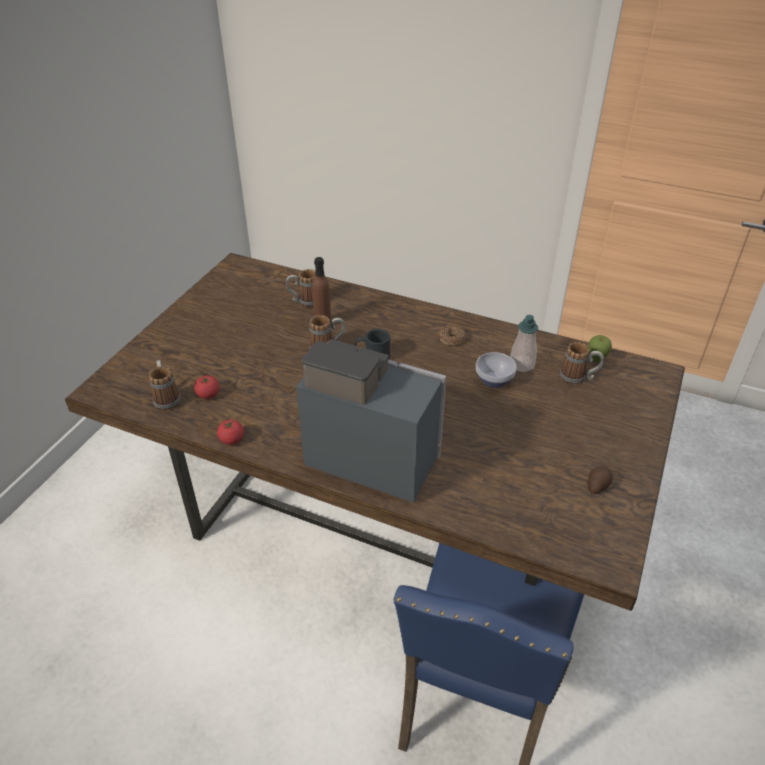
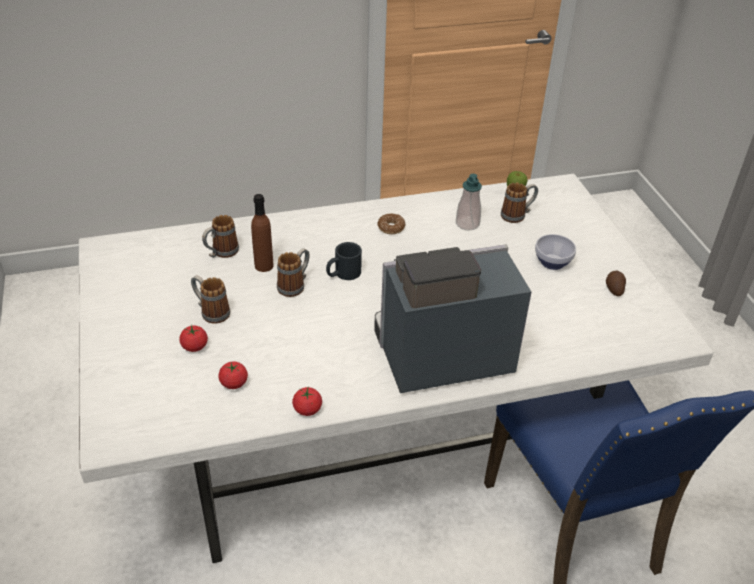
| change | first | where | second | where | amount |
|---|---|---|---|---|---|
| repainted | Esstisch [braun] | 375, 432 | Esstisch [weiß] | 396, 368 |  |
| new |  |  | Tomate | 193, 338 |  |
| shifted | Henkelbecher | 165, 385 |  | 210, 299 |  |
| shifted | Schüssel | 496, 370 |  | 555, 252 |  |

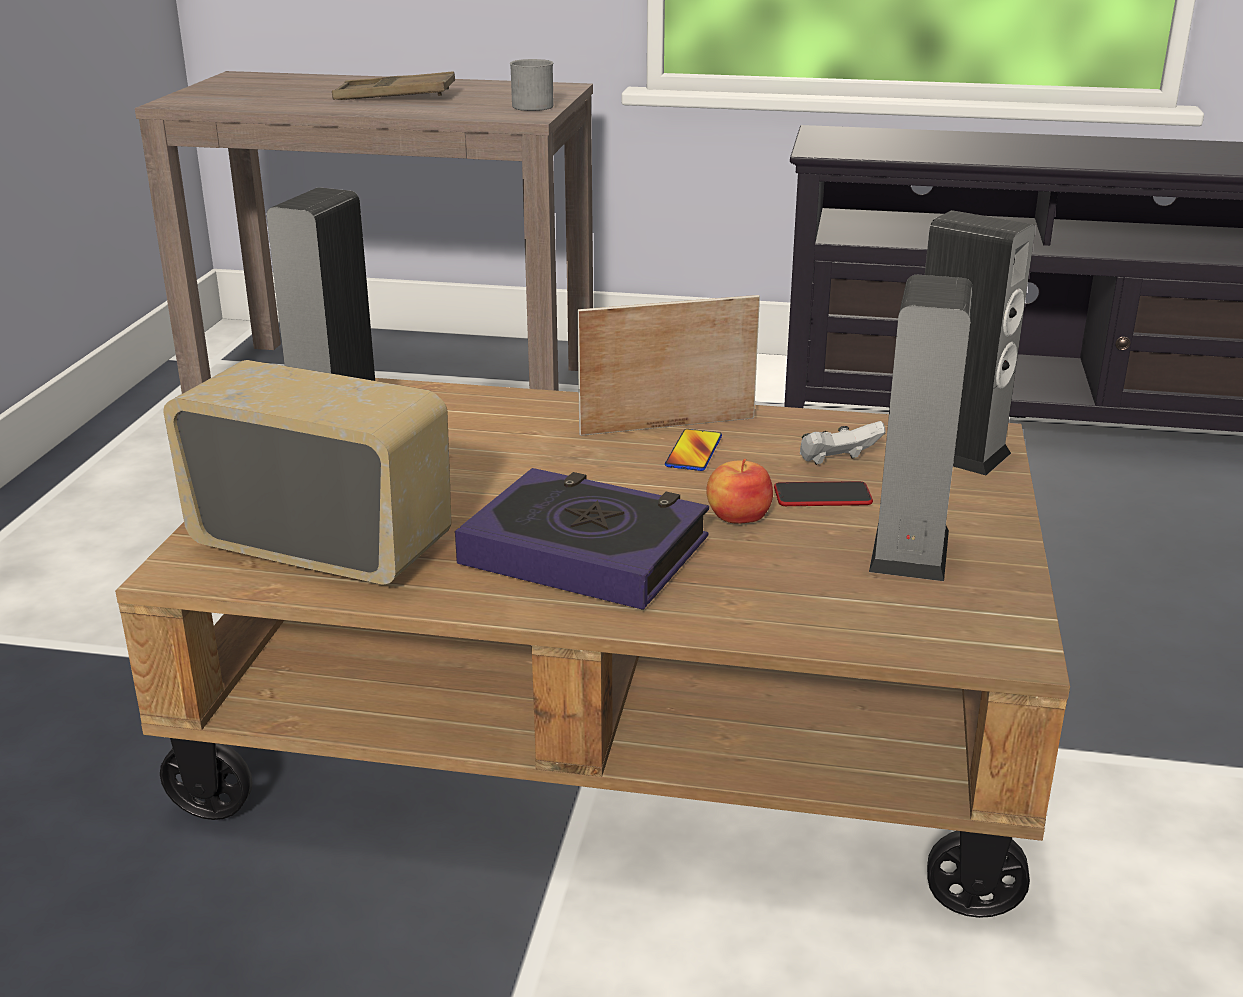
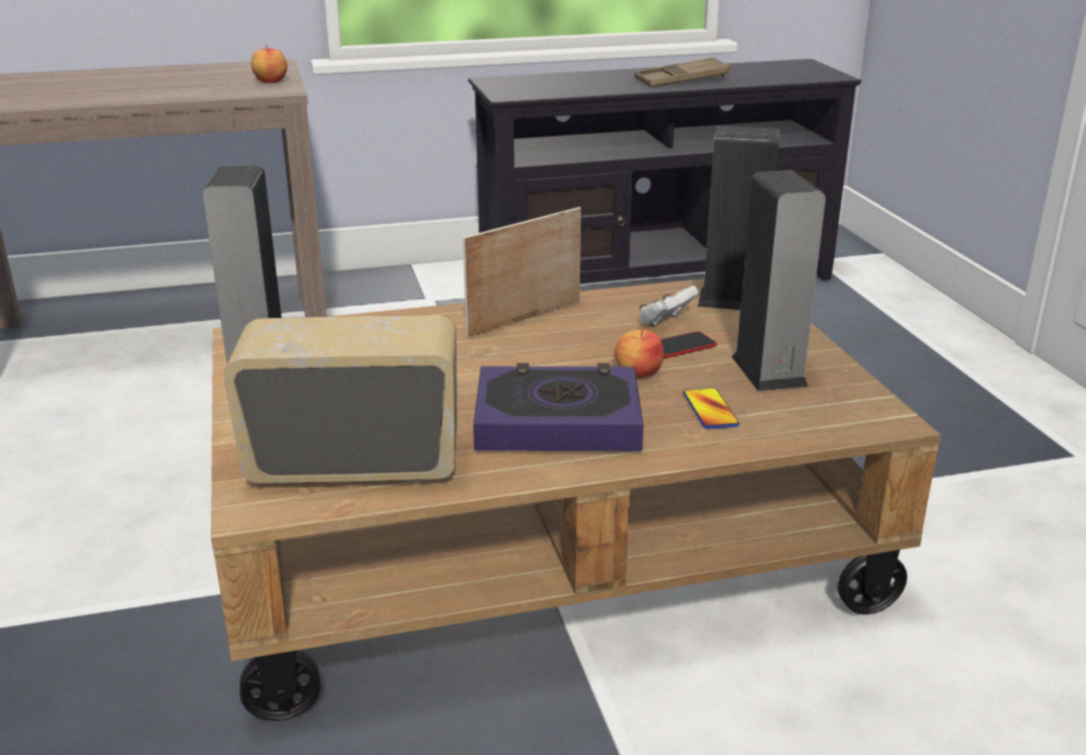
| change | first | where | second | where | amount |
|---|---|---|---|---|---|
| swapped | Henkelbecher [grau] | 532, 85 | Apfel | 269, 63 |  |
| shifted | Tablett [braun] | 393, 85 |  | 683, 72 |  |
| shifted | Handy | 693, 450 |  | 711, 408 |  |

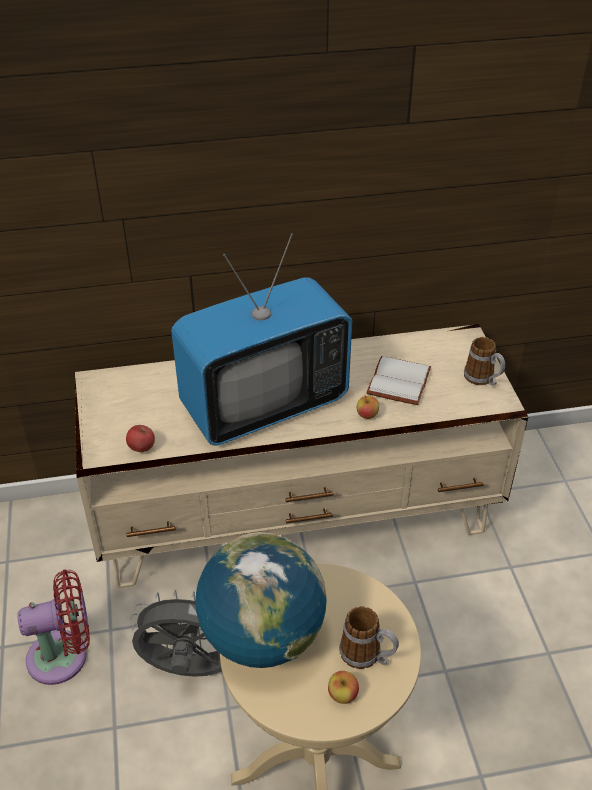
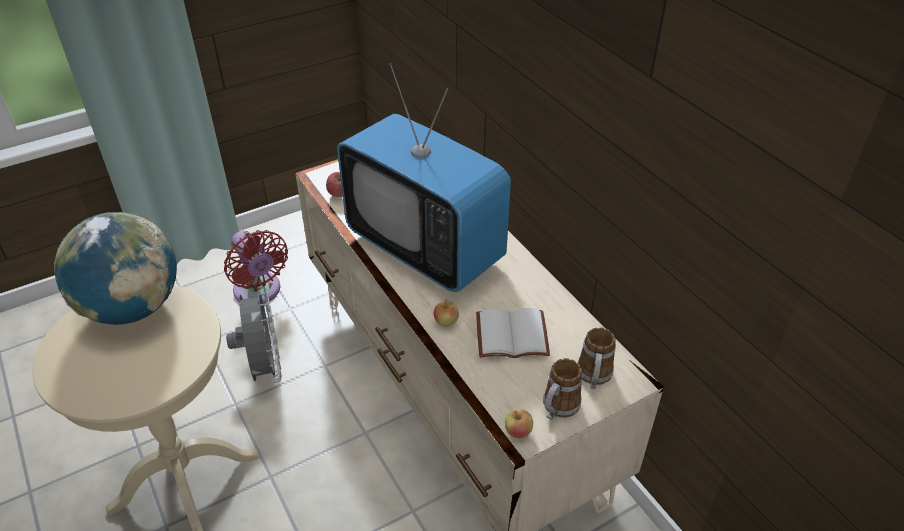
| change | first | where | second | where | amount |
|---|---|---|---|---|---|
| shifted | Apfel | 343, 687 |  | 519, 423 |  |
| shifted | Henkelbecher | 369, 637 |  | 597, 358 |  |

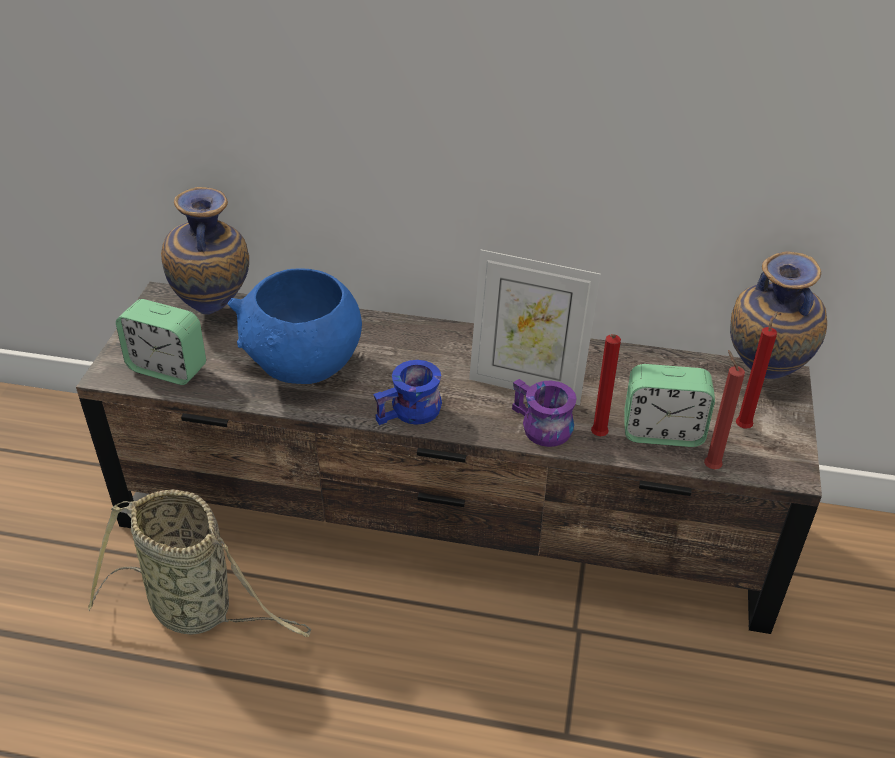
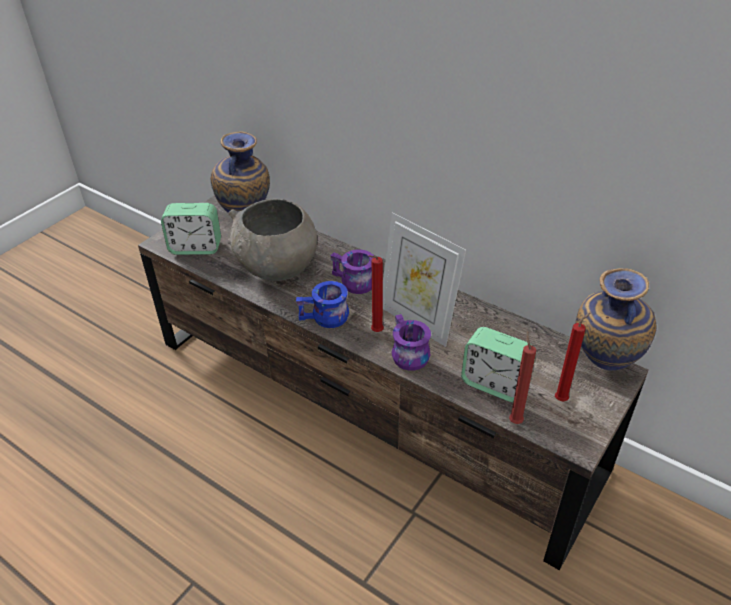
| change | first | where | second | where | amount |
|---|---|---|---|---|---|
| rotated | Wecker | 161, 342 |  | 191, 229 | 45 degrees counterclockwise |
| repainted | Schüssel [blau] | 294, 326 | Schüssel [grau] | 272, 240 |  |
| new |  |  | Henkelbecher [lila] | 352, 271 |  |
| shifted | Kerze [rot] | 606, 385 |  | 376, 293 |  |
| gone | Korb | 199, 563 |  |  |  |

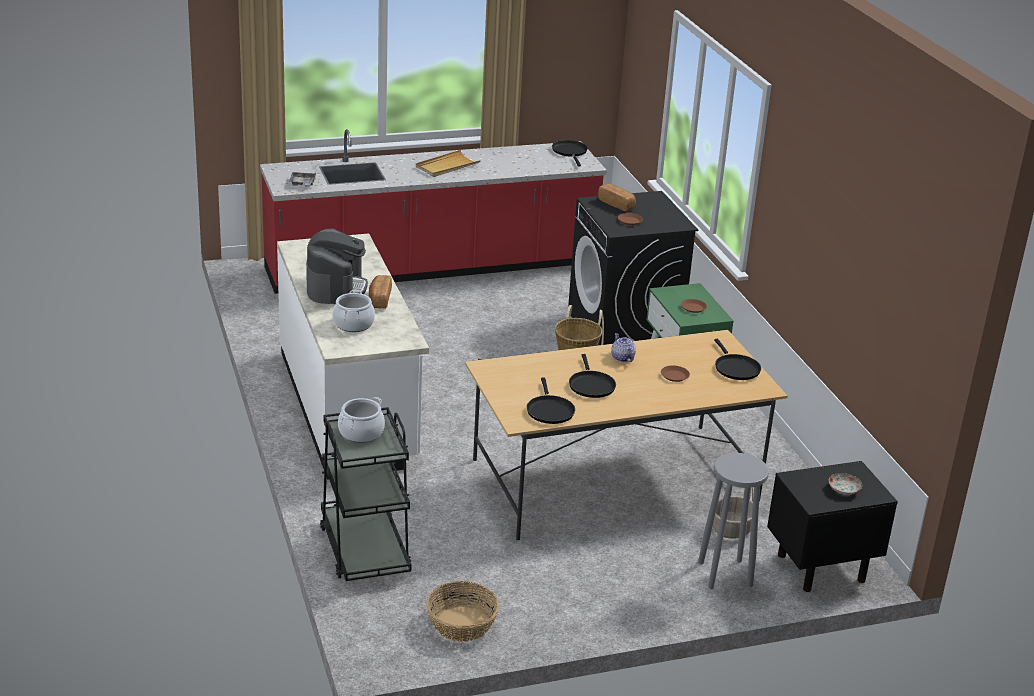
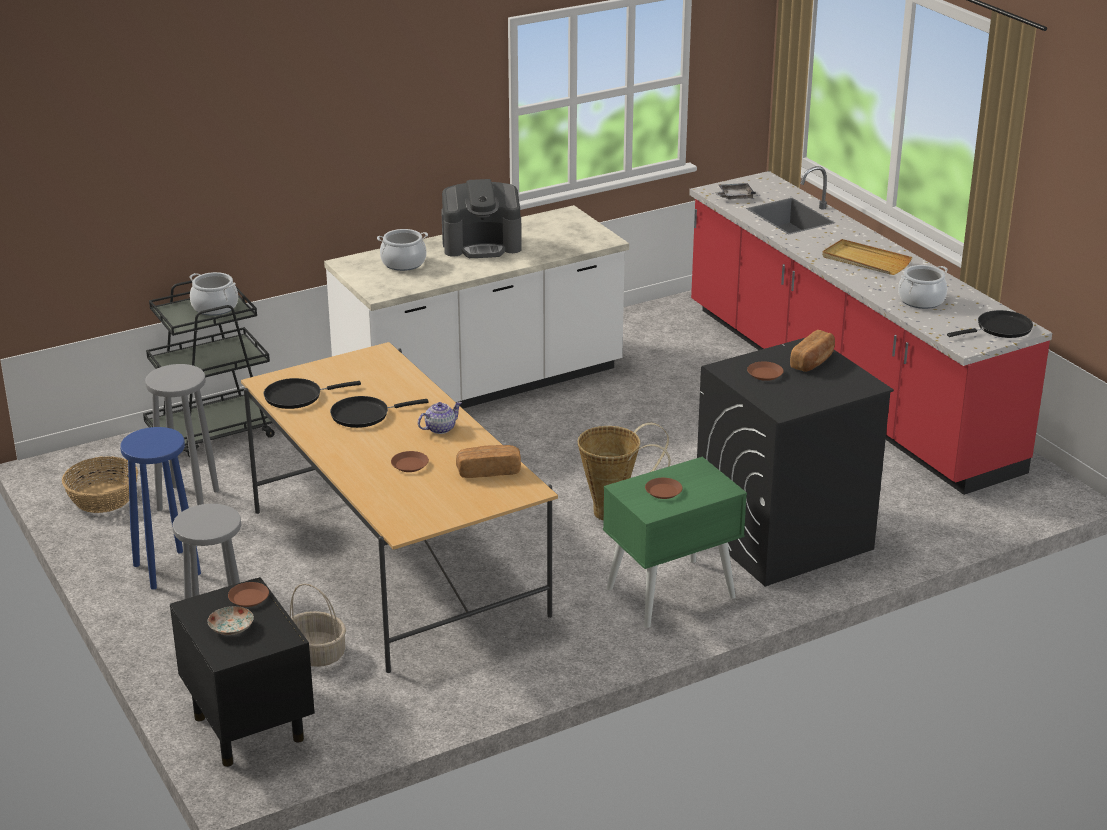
| change | first | where | second | where | amount |
|---|---|---|---|---|---|
| new |  |  | Hocker [blau] | 160, 508 |  |
| new |  |  | Hocker [grau] | 182, 437 |  |
| new |  |  | Teller [braun] | 248, 594 |  |
| shifted | Brot | 380, 292 |  | 488, 461 |  |
| new |  |  | Kochtopf | 923, 287 |  |
| gone | Pfanne [schwarz] | 737, 359 |  |  |  |

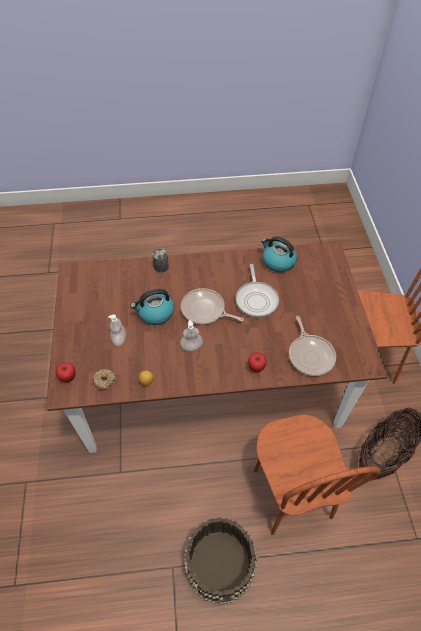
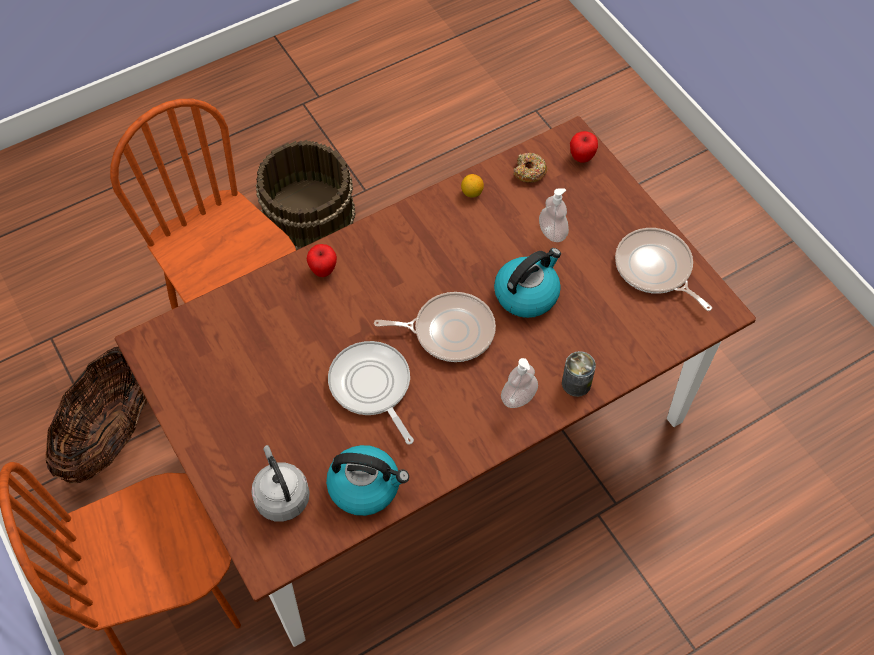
| change | first | where | second | where | amount |
|---|---|---|---|---|---|
| new |  |  | Wasserkessel [grau] | 280, 483 |  |
| shifted | Seifenspender | 191, 335 |  | 519, 383 |  |
| shifted | Pfanne | 312, 346 |  | 663, 269 |  |

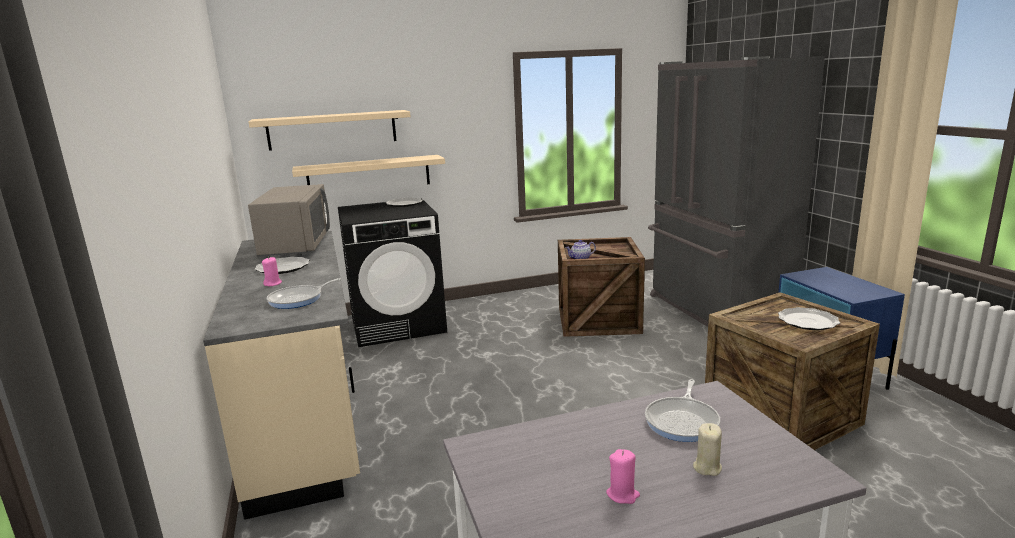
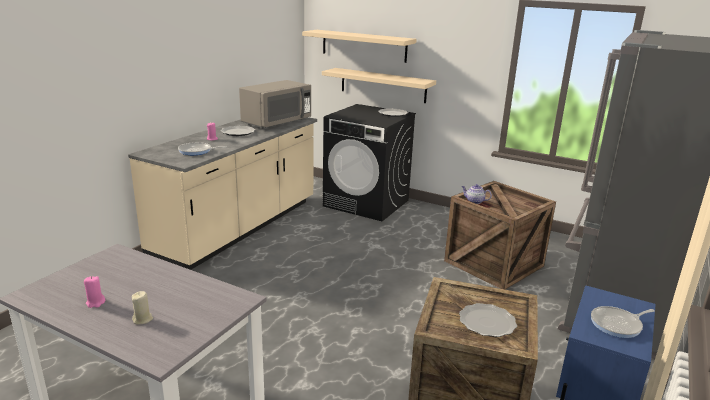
| change | first | where | second | where | amount |
|---|---|---|---|---|---|
| shifted | Pfanne | 682, 410 |  | 623, 322 |  |

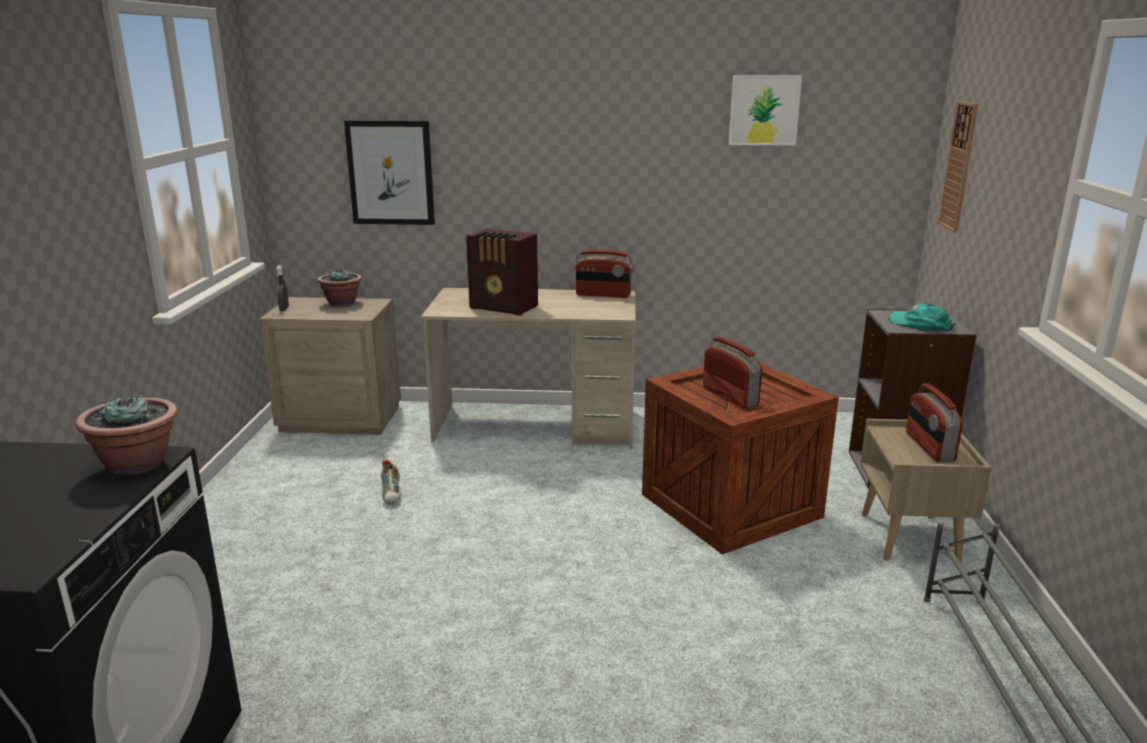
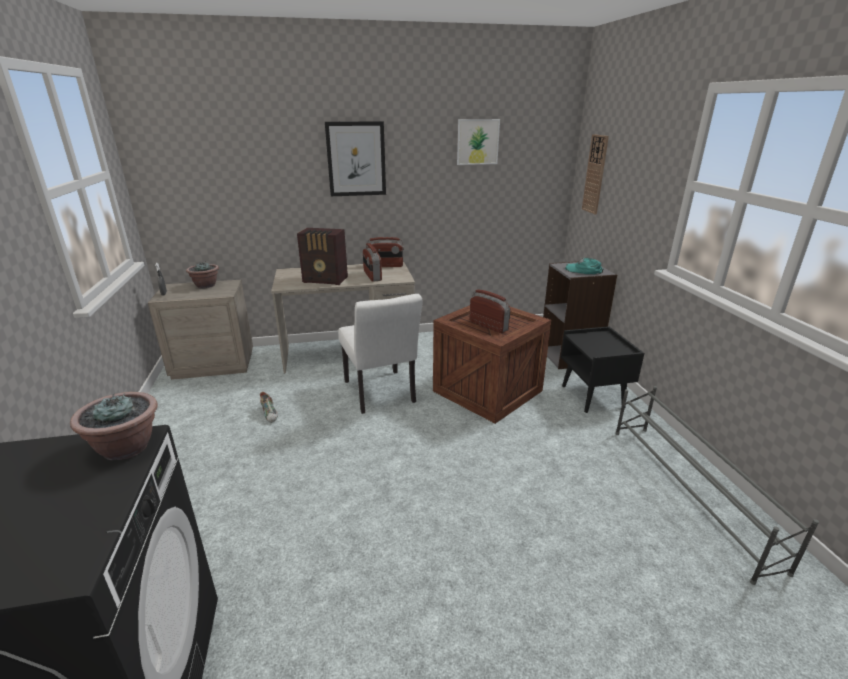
| change | first | where | second | where | amount |
|---|---|---|---|---|---|
| shifted | Bild | 389, 172 |  | 355, 158 |  |
| new |  |  | Stuhl [weiß] | 380, 354 |  |
| shifted | Radio | 934, 422 |  | 372, 262 |  |
| repainted | Nachttisch [beige] | 925, 491 | Nachttisch [schwarz] | 602, 369 |  |

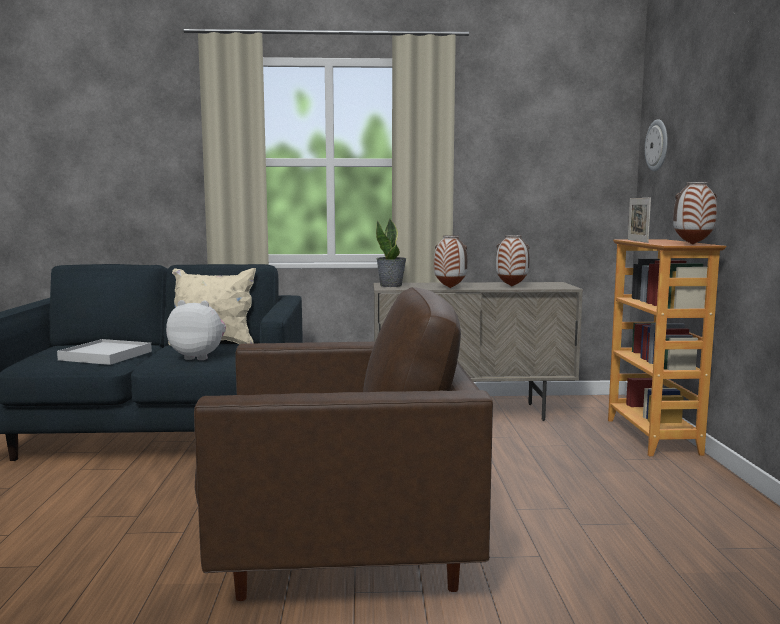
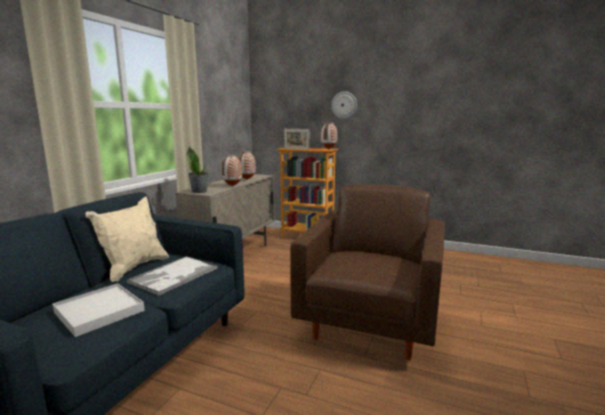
| change | first | where | second | where | amount |
|---|---|---|---|---|---|
| swapped | Plüschtier | 196, 330 | Tablett | 172, 276 |  |
| shifted | Wanduhr | 656, 145 |  | 344, 105 |  |

